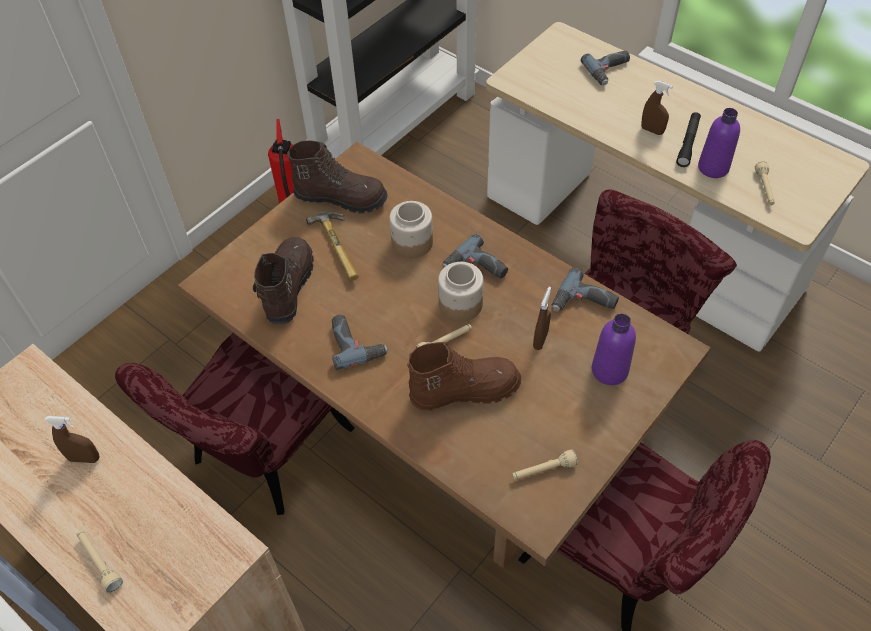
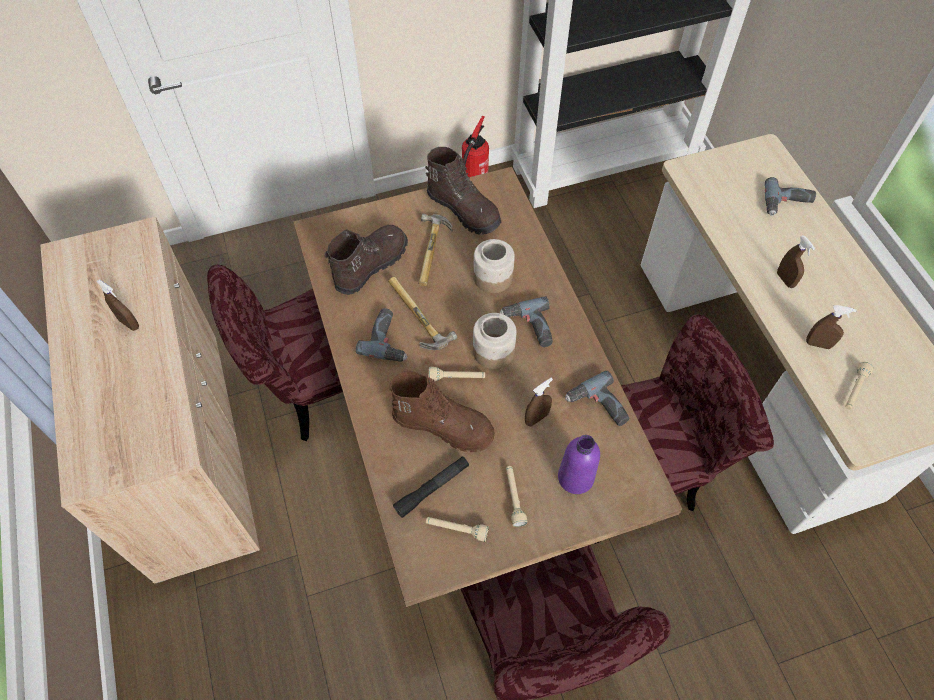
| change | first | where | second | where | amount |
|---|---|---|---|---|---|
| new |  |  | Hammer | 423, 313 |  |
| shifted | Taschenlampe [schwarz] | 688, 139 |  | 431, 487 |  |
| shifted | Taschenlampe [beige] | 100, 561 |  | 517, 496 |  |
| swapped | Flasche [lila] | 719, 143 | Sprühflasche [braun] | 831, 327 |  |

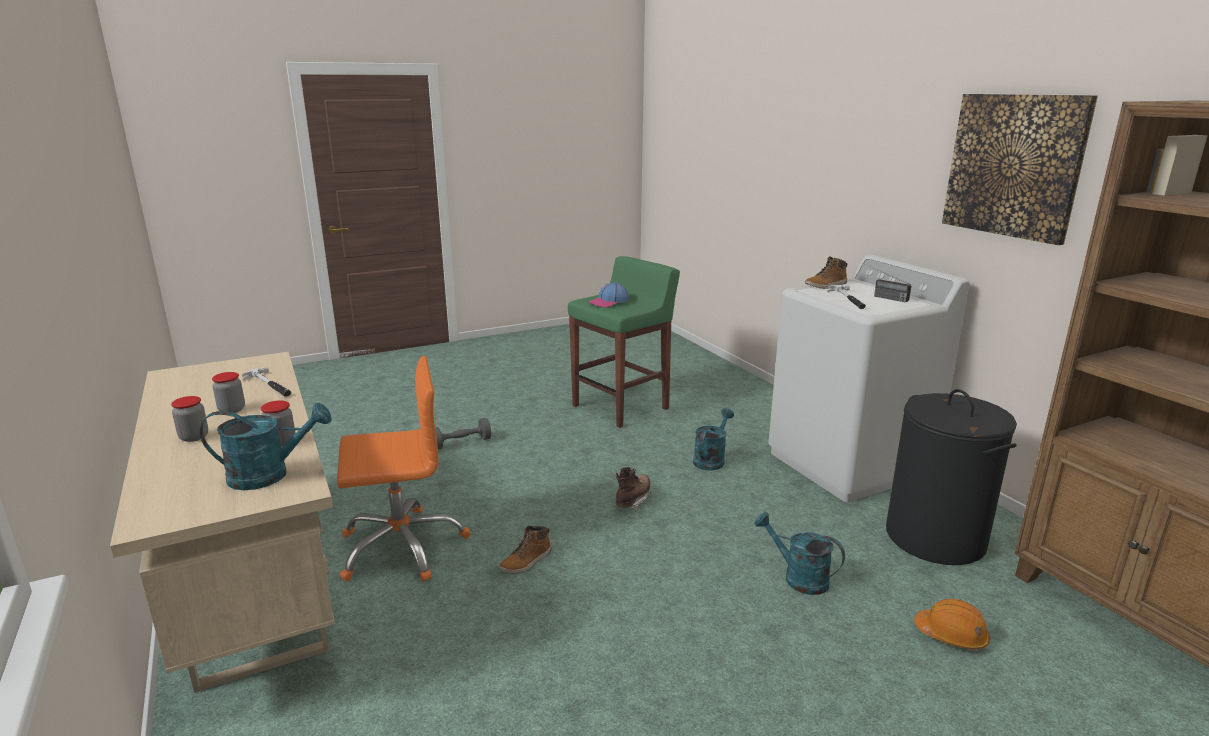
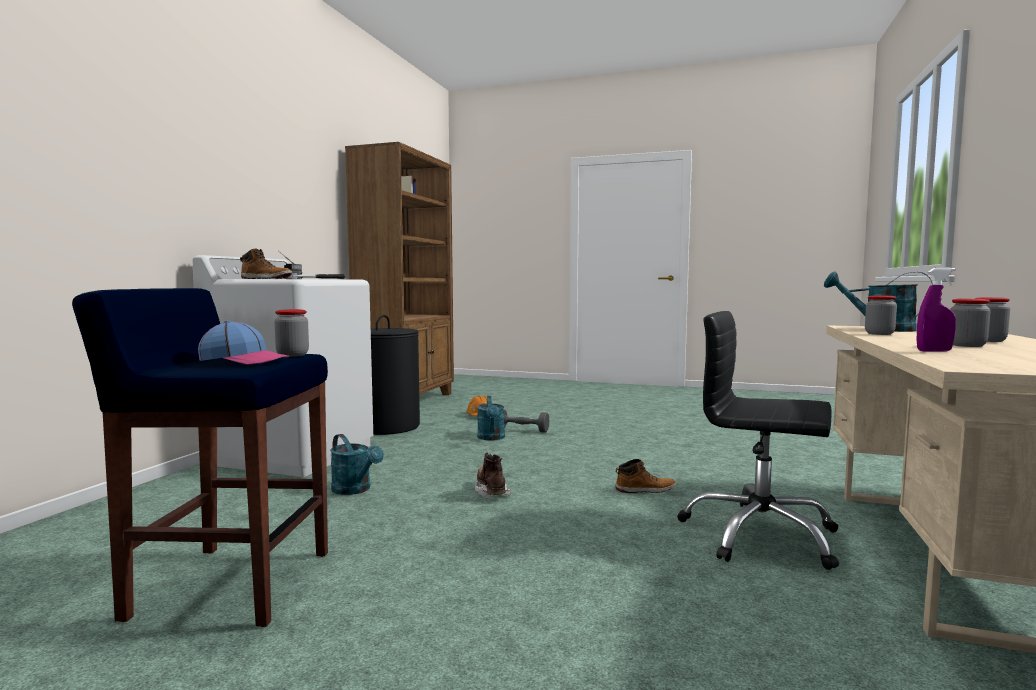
| change | first | where | second | where | amount |
|---|---|---|---|---|---|
| repainted | Hocker [grün] | 624, 342 | Hocker [blau] | 200, 457 |  |
| new |  |  | Vorratsglas | 291, 333 |  |
| rotated | Gießkanne [türkis] | 713, 439 |  | 357, 464 | 120 degrees counterclockwise |
| rotated | Stiefel [braun] | 633, 488 |  | 493, 475 | 90 degrees clockwise |
| shifted | Hantel [grau] | 463, 434 |  | 526, 421 |  |
| repainted | Bürostuhl [orange] | 403, 469 | Bürostuhl [schwarz] | 758, 440 |  |
| swapped | Hammer | 266, 381 | Sprühflasche [lila] | 936, 309 |  |
| gone | Bild | 1020, 169 |  |  |  |

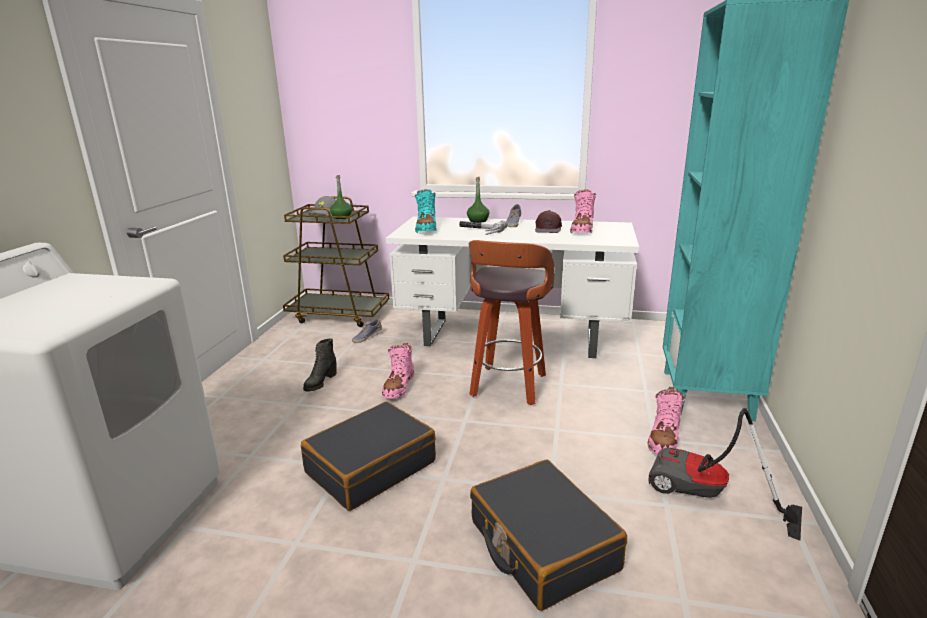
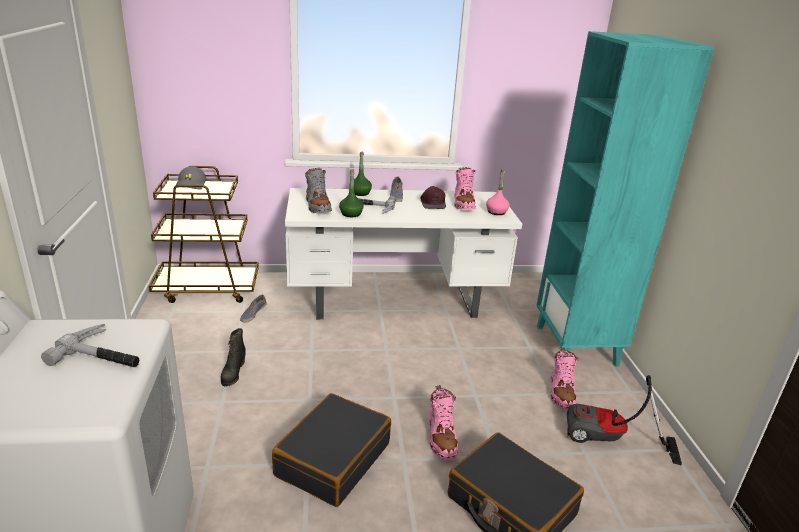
| change | first | where | second | where | amount |
|---|---|---|---|---|---|
| new |  |  | Hammer | 90, 345 |  |
| repainted | Stiefel [türkis] | 426, 211 | Stiefel [grau] | 318, 190 |  |
| shifted | Flasche [grün] | 341, 197 |  | 351, 193 |  |
| shifted | Stiefel [rosa] | 398, 371 |  | 443, 422 |  |
| new |  |  | Flasche [rosa] | 497, 192 |  |
| gone | Hocker | 512, 322 |  |  |  |

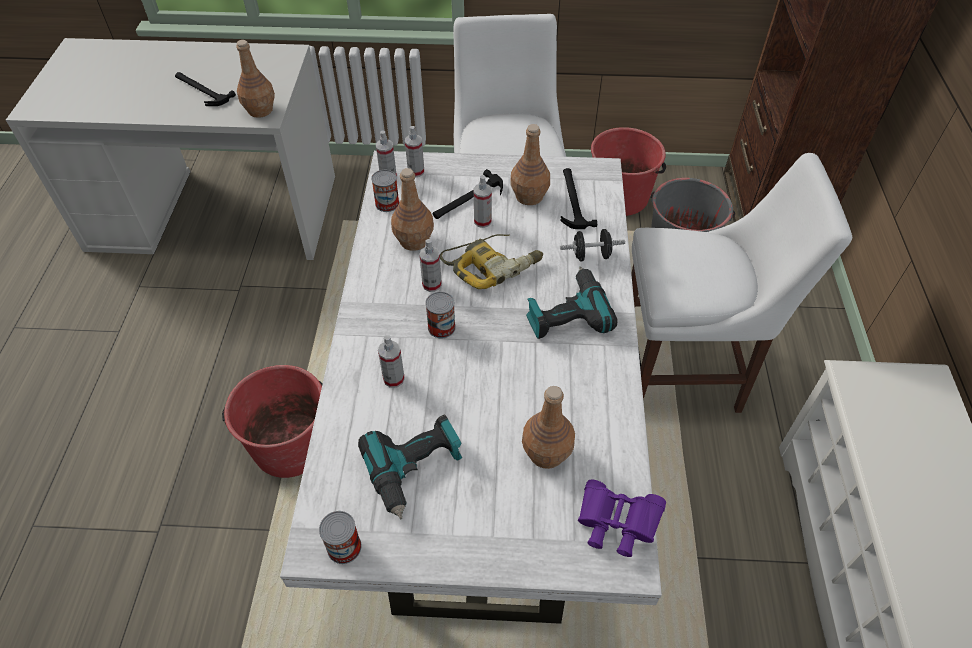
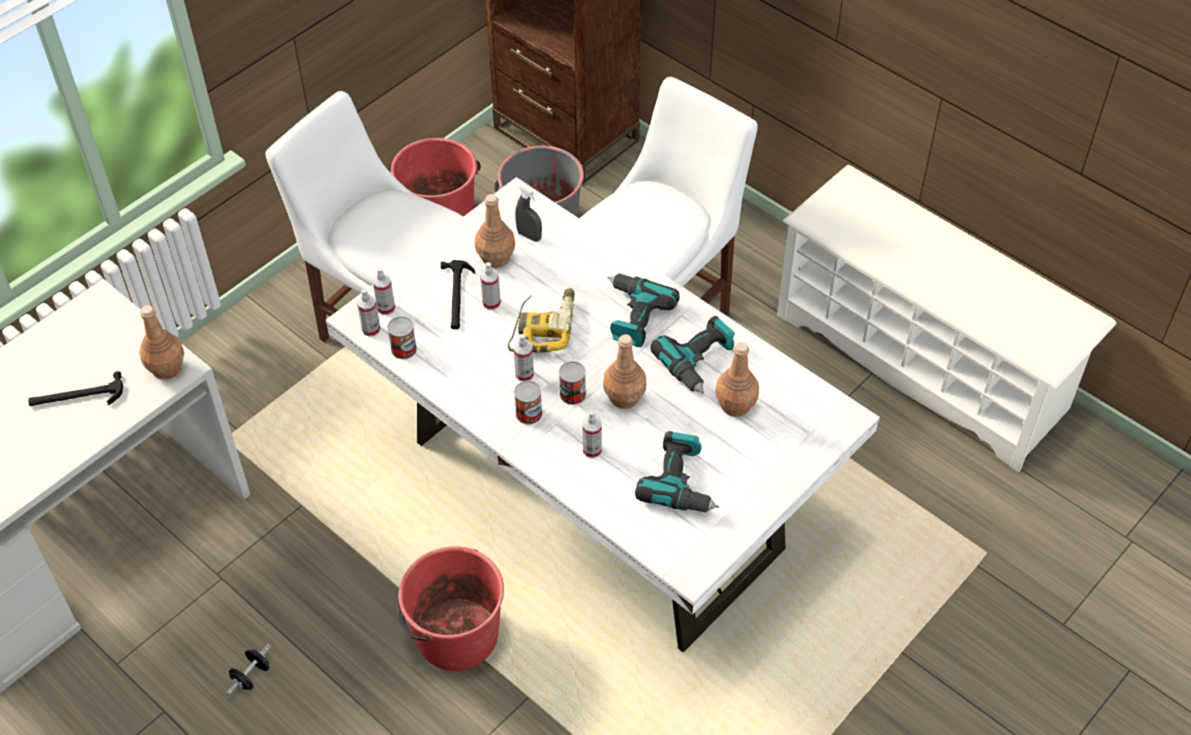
| change | first | where | second | where | amount |
|---|---|---|---|---|---|
| shifted | Hantel [schwarz] | 592, 245 |  | 248, 669 |  |
| shifted | Dose | 340, 537 |  | 528, 403 |  |
| swapped | Hammer | 578, 198 | Sprühflasche [grau] | 528, 213 |  |
| shifted | Flasche [braun] | 412, 209 |  | 624, 371 |  |
| new |  |  | Bohrmaschine | 692, 354 |  |
| gone | Fernglas [lila] | 622, 518 |  |  |  |

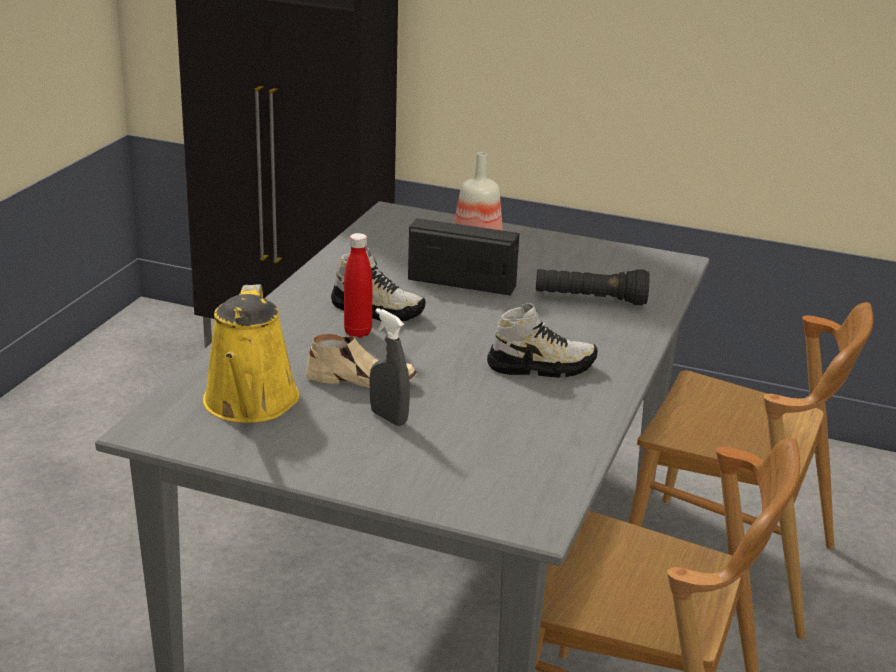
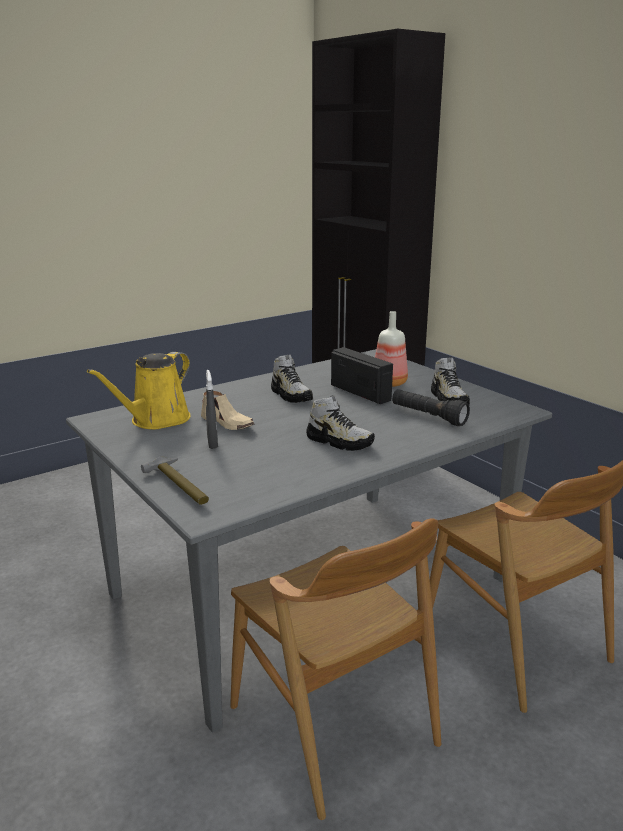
| change | first | where | second | where | amount |
|---|---|---|---|---|---|
| new |  |  | Hammer | 175, 481 |  |
| new |  |  | Schuh | 450, 381 |  |
| gone | Flasche [rot] | 358, 285 |  |  |  |

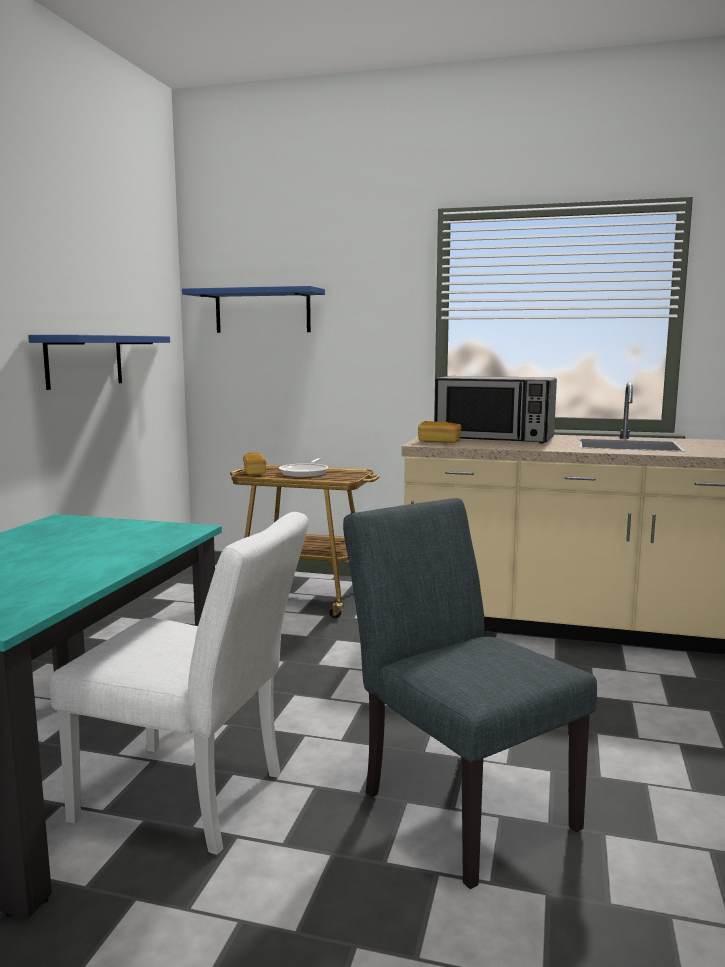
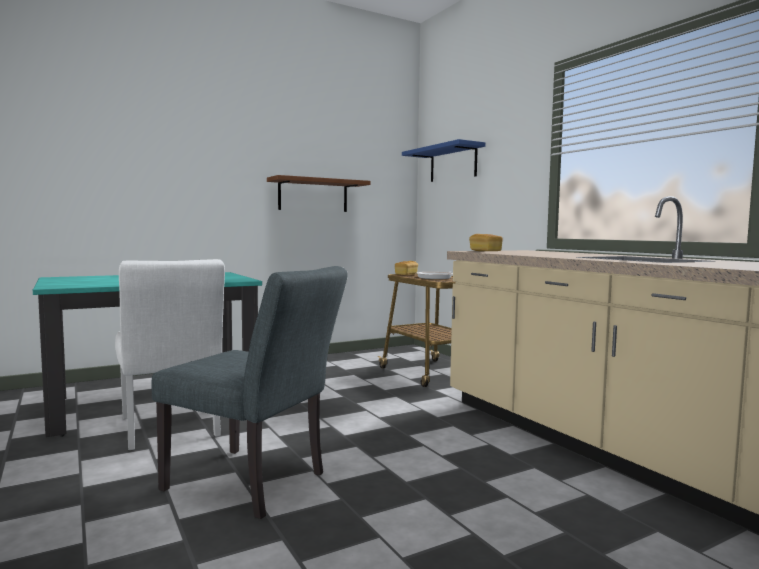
| change | first | where | second | where | amount |
|---|---|---|---|---|---|
| rotated | Stuhl [grau] | 470, 693 |  | 249, 392 | 105 degrees clockwise |
| repainted | Wandregal [blau] | 99, 362 | Wandregal [braun] | 319, 193 |  |
| gone | Mikrowelle | 496, 409 |  |  |  |

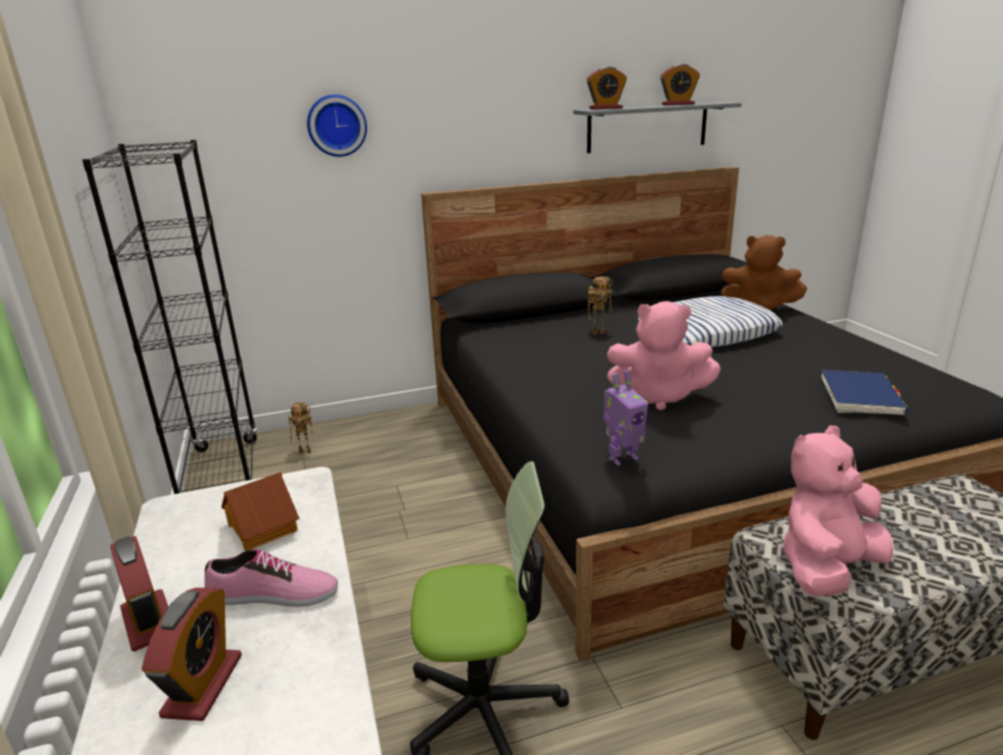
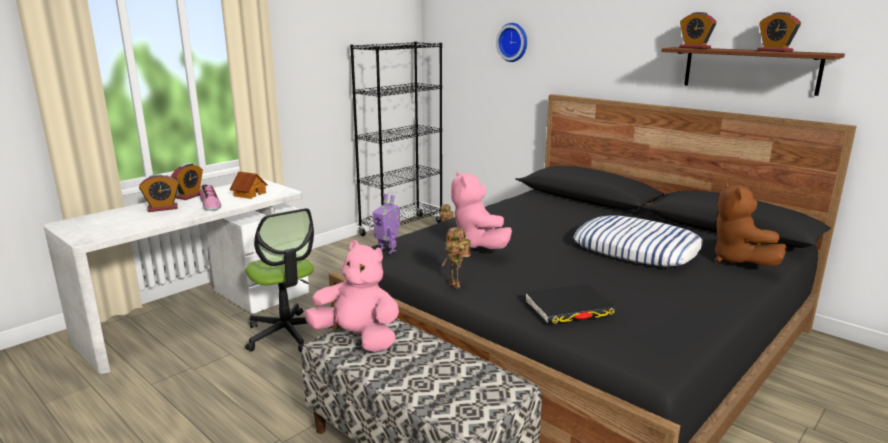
| change | first | where | second | where | amount |
|---|---|---|---|---|---|
| shifted | Spielzeugroboter | 600, 305 |  | 456, 258 |  |
| repainted | Buch [blau] | 864, 392 | Buch [schwarz] | 571, 304 |  |
| repainted | Wandregal [grau] | 657, 127 | Wandregal [braun] | 753, 71 |  |

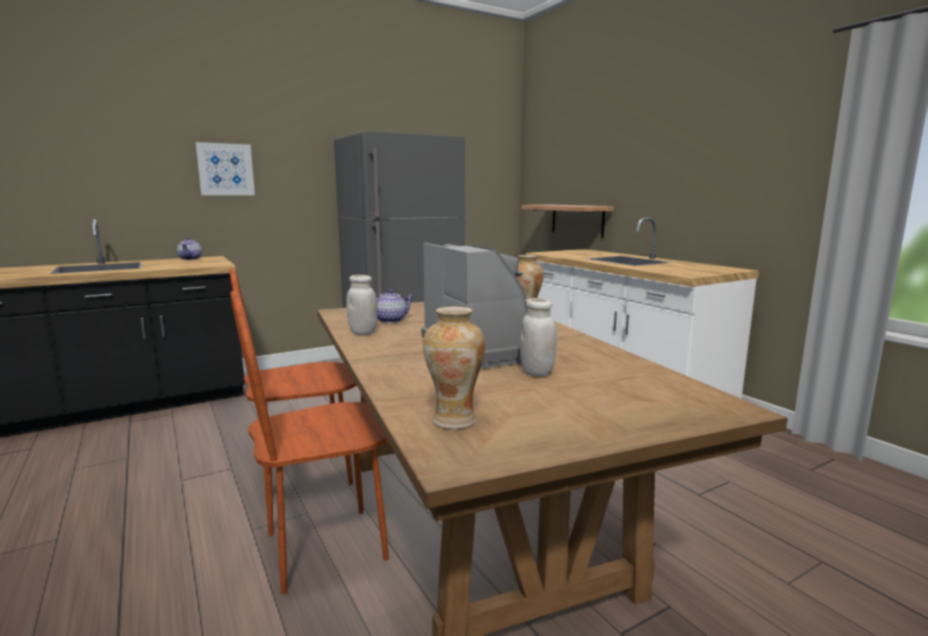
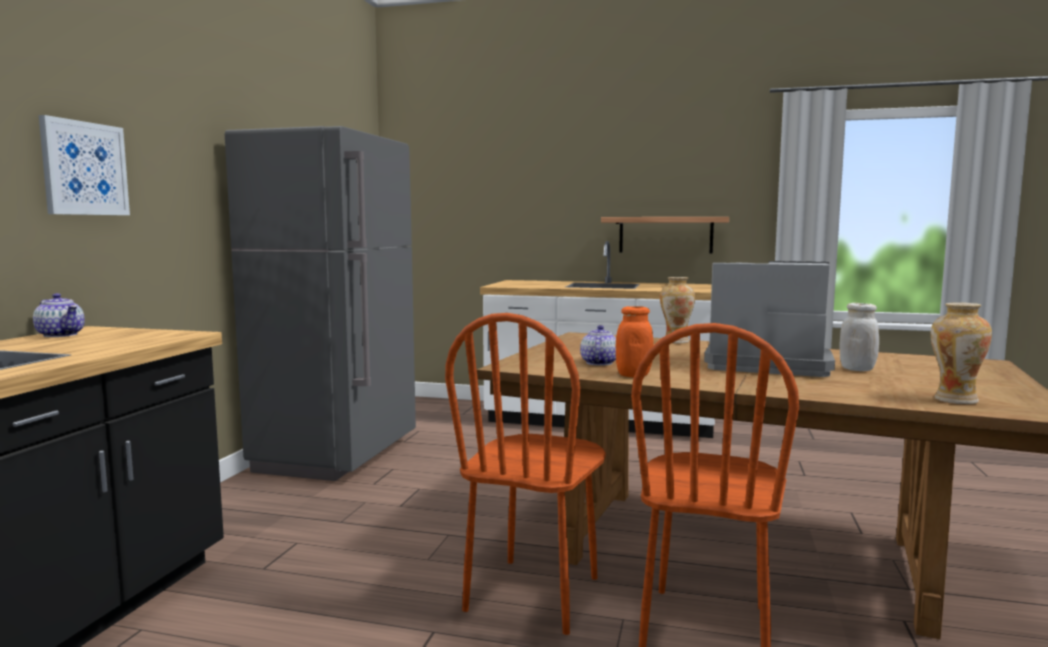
| change | first | where | second | where | amount |
|---|---|---|---|---|---|
| shifted | Wandregal | 567, 221 |  | 665, 235 |  |
| repainted | Vorratsglas [weiß] | 361, 305 | Vorratsglas [orange] | 635, 341 |  |

